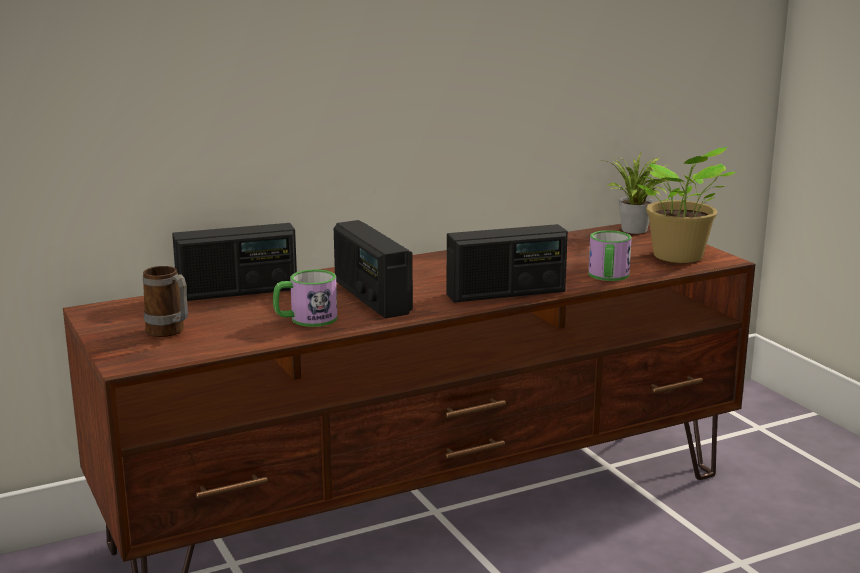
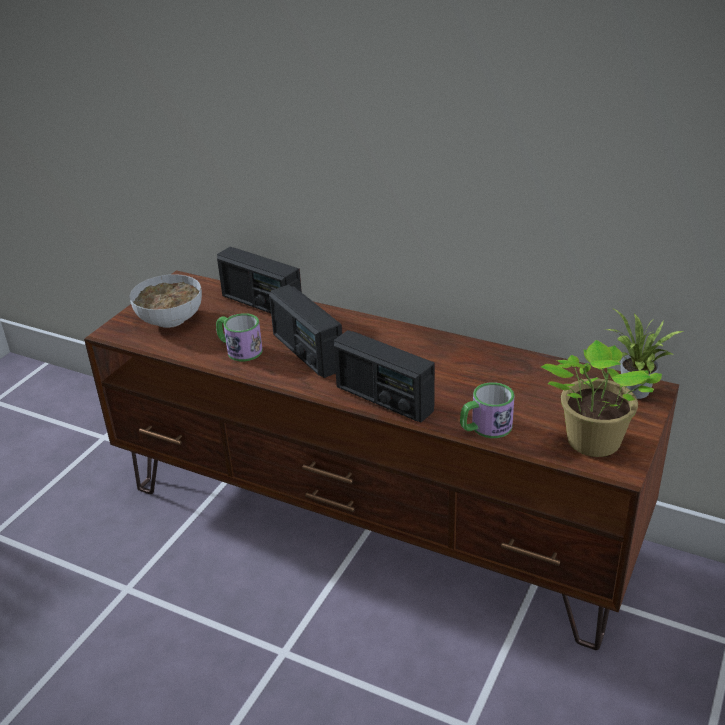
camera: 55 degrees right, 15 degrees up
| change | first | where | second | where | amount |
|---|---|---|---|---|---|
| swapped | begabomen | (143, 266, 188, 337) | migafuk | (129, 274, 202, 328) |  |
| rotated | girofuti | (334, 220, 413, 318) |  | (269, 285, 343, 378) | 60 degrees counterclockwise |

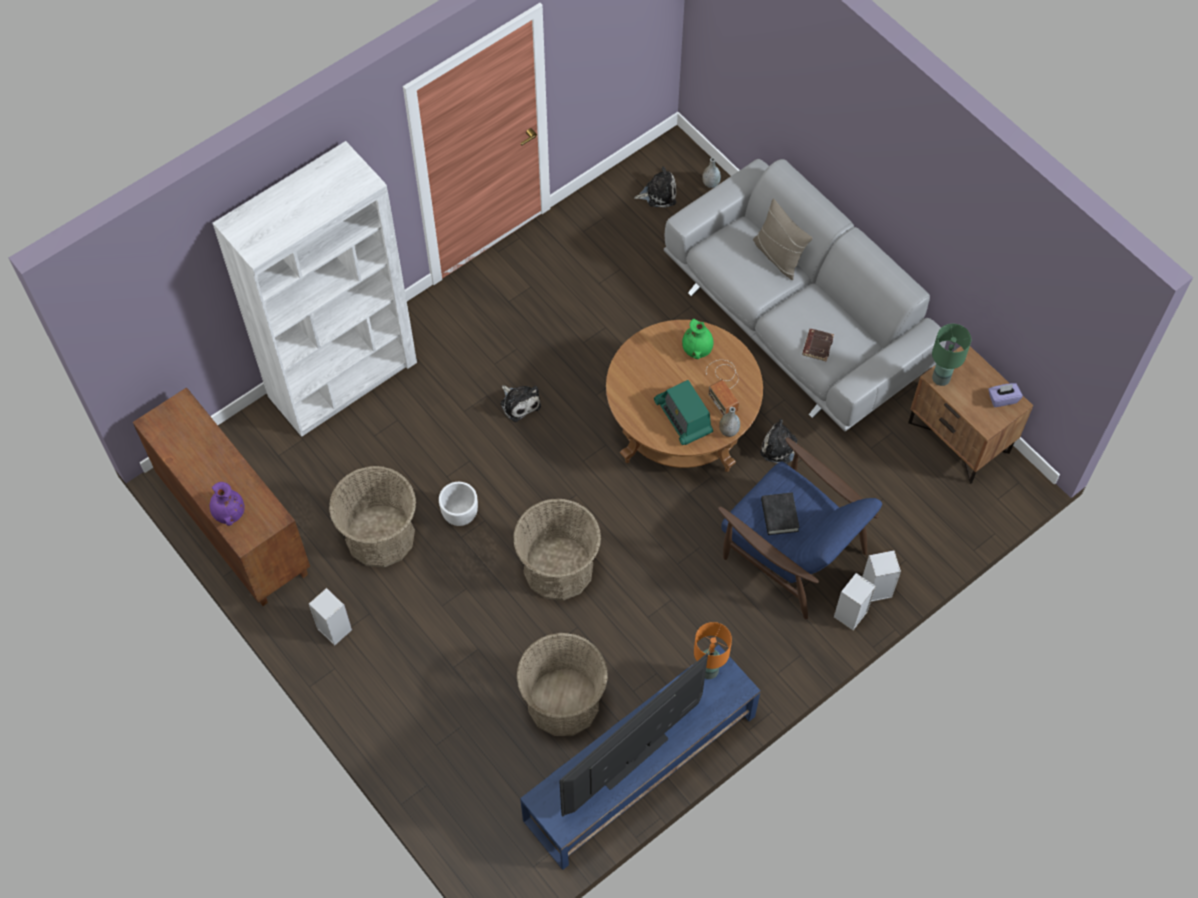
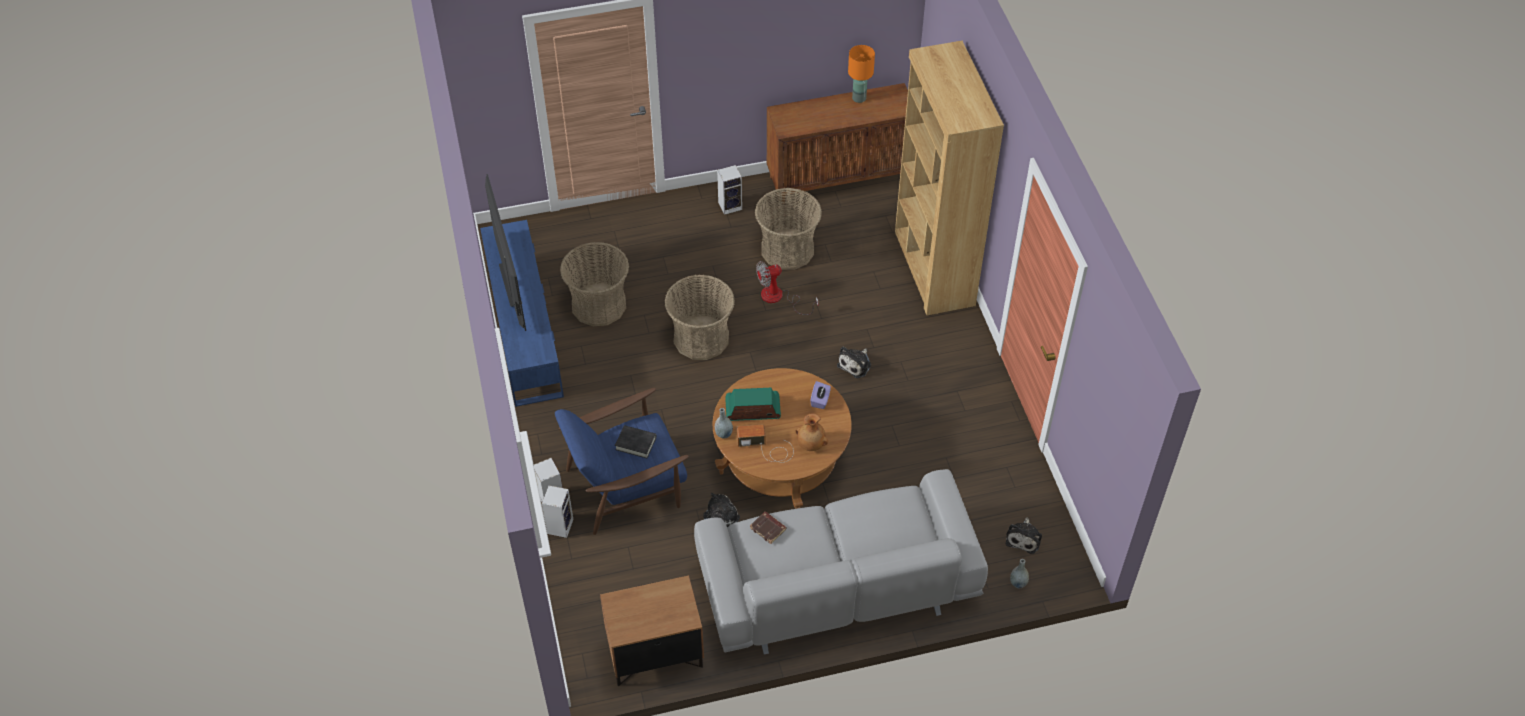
camera: 115 degrees right, 10 degrees down
| change | first | where | second | where | amount |
|---|---|---|---|---|---|
| gone | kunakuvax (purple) | (210, 482, 245, 526) |  |  |  |
| repainted | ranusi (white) | (213, 141, 417, 437) | ranusi (brown) | (895, 41, 1004, 315) |  |
| swapped | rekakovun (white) | (439, 482, 478, 526) | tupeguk | (756, 261, 819, 315) |  |
| rotated | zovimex | (500, 385, 541, 422) |  | (837, 347, 871, 378) | 45 degrees counterclockwise |
| repainted | kunakuvax (green) | (682, 318, 713, 359) | kunakuvax (brown) | (795, 413, 828, 451) |  |
| shifted | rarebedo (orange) | (694, 622, 732, 679) |  | (848, 45, 875, 103) |  |
| gone | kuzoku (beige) | (753, 198, 813, 280) |  |  |  |
| gone | rarebedo (green) | (932, 324, 971, 386) |  |  |  |
| shifted | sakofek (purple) | (988, 383, 1023, 407) |  | (810, 381, 831, 409) |  |

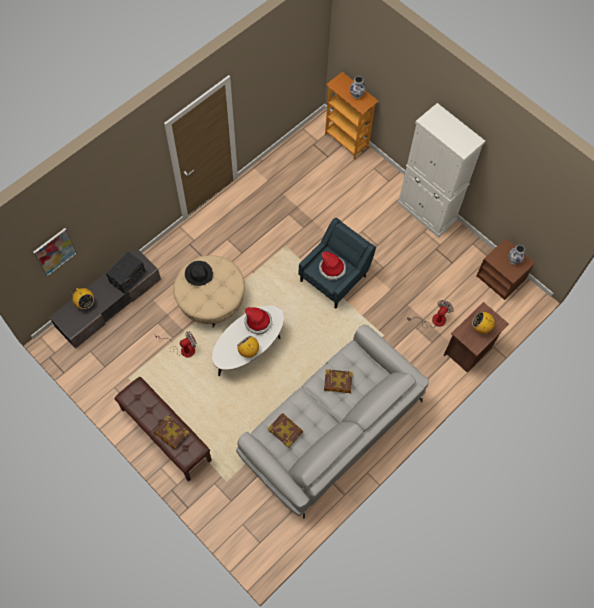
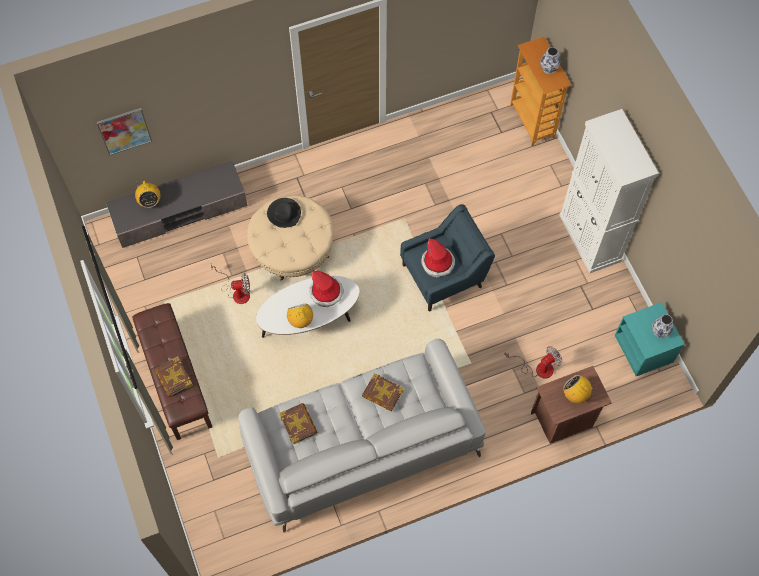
camera: 25 degrees right, 0 degrees up
| change | first | where | second | where | amount |
|---|---|---|---|---|---|
| gone | girofuti | (106, 251, 146, 294) |  |  |  |
| repainted | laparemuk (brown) | (476, 238, 535, 300) | laparemuk (turquoise) | (615, 302, 685, 376) |  |

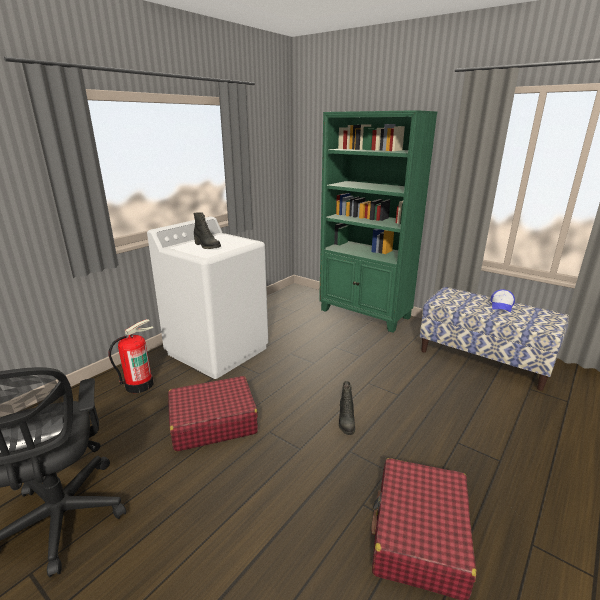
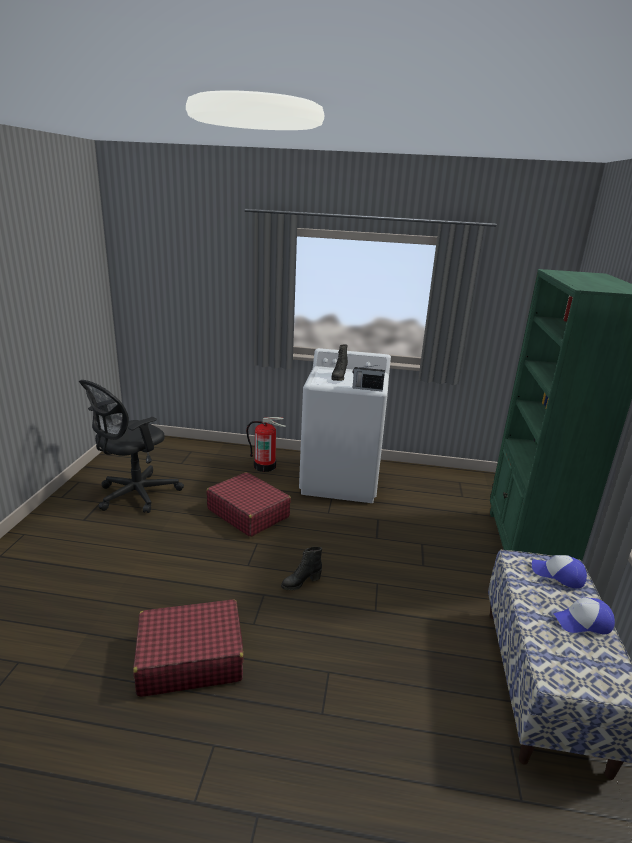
camera: 60 degrees right, 0 degrees up
| change | first | where | second | where | amount |
|---|---|---|---|---|---|
| new |  |  | girofuti | (353, 365, 385, 391) |  |
| new |  |  | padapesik | (532, 555, 587, 588) |  |

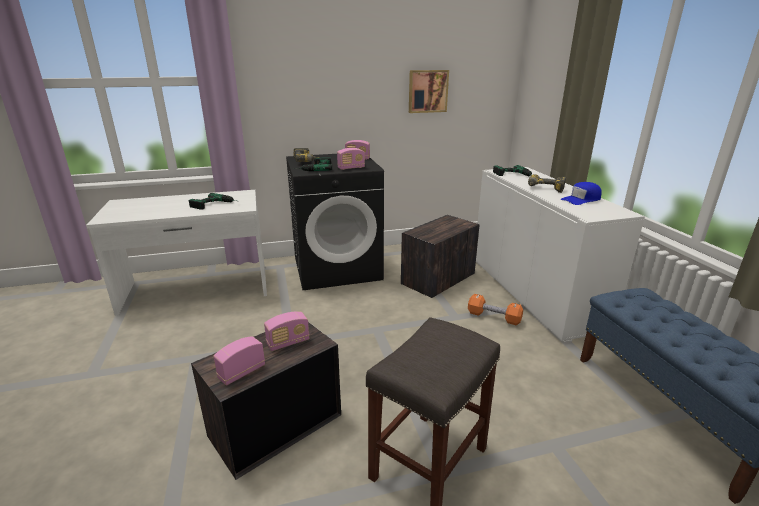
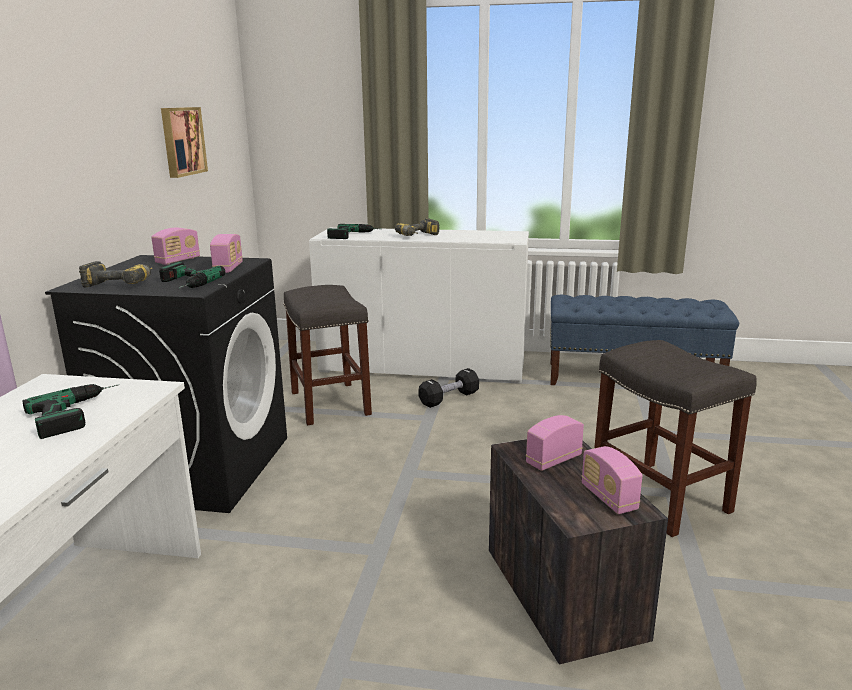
camera: 65 degrees left, 5 degrees down
| change | first | where | second | where | amount |
|---|---|---|---|---|---|
| rotated | girofuti | (264, 311, 309, 351) |  | (526, 415, 584, 471) | 120 degrees counterclockwise |
| swapped | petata | (401, 215, 480, 298) | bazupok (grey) | (283, 285, 372, 425) |  |
| repainted | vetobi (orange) | (468, 294, 523, 325) | vetobi (black) | (419, 368, 479, 408) |  |
| gone | padapesik (blue) | (561, 182, 602, 205) |  |  |  |

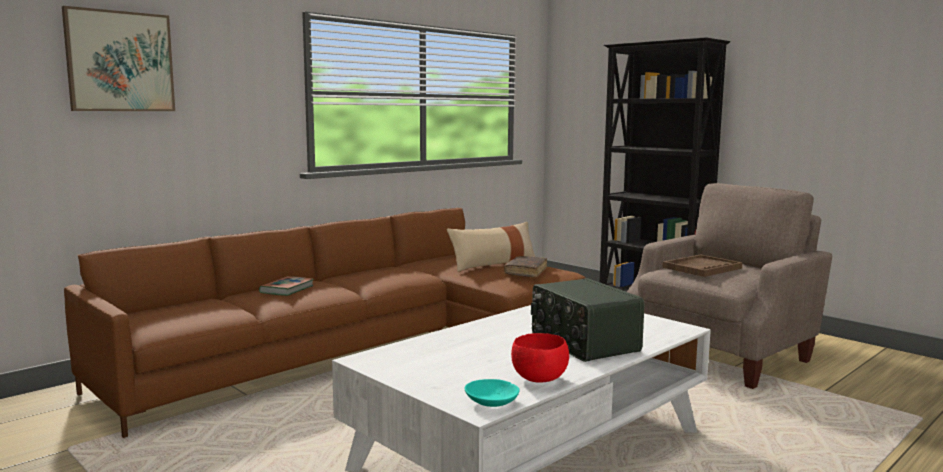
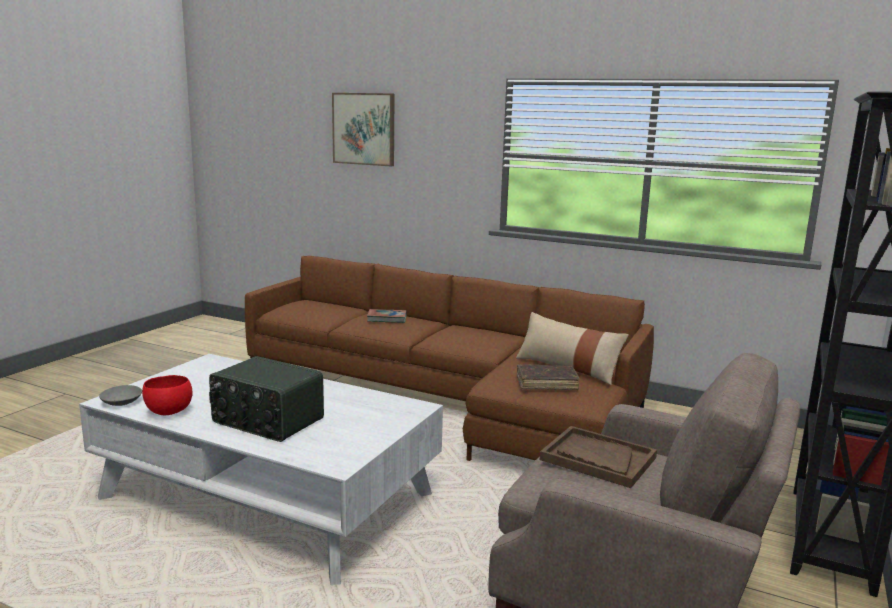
camera: 70 degrees right, 5 degrees up
| change | first | where | second | where | amount |
|---|---|---|---|---|---|
| repainted | migafuk (turquoise) | (465, 379, 519, 407) | migafuk (grey) | (99, 385, 142, 406) |  |
| rotated | girofuti | (531, 278, 645, 362) |  | (209, 356, 324, 442) | 105 degrees counterclockwise |

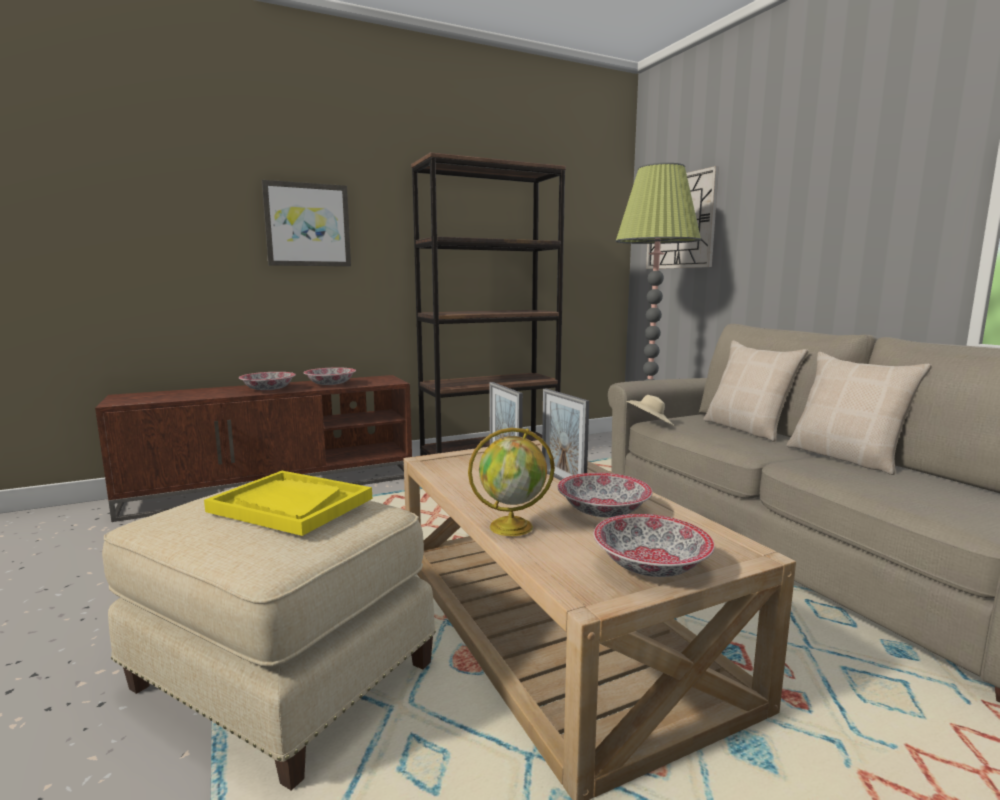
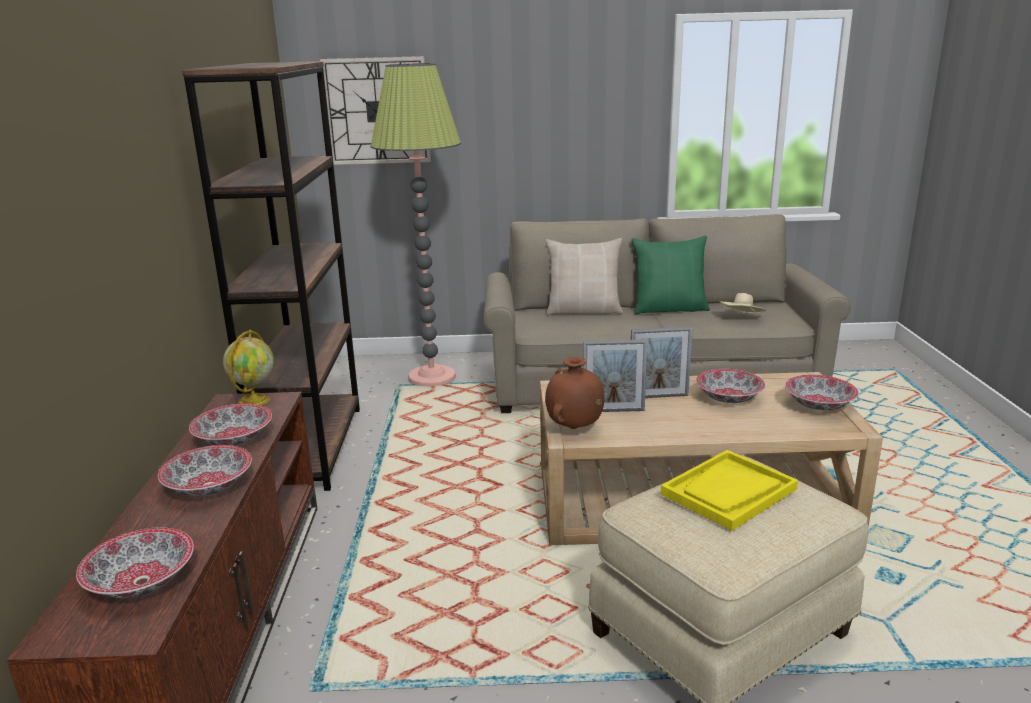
camera: 65 degrees left, 10 degrees up
| change | first | where | second | where | amount |
|---|---|---|---|---|---|
| gone | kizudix | (262, 180, 351, 266) |  |  |  |
| shifted | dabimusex | (468, 428, 555, 536) |  | (223, 330, 274, 405) |  |
| shifted | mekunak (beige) | (626, 395, 675, 426) |  | (719, 293, 766, 313) |  |
| repainted | kuzoku (beige) | (786, 352, 932, 475) | kuzoku (green) | (631, 236, 710, 314) |  |
| new |  |  | migafuk | (76, 527, 194, 599) |  |
| new |  |  | kunakuvax (brown) | (545, 357, 605, 429) |  |

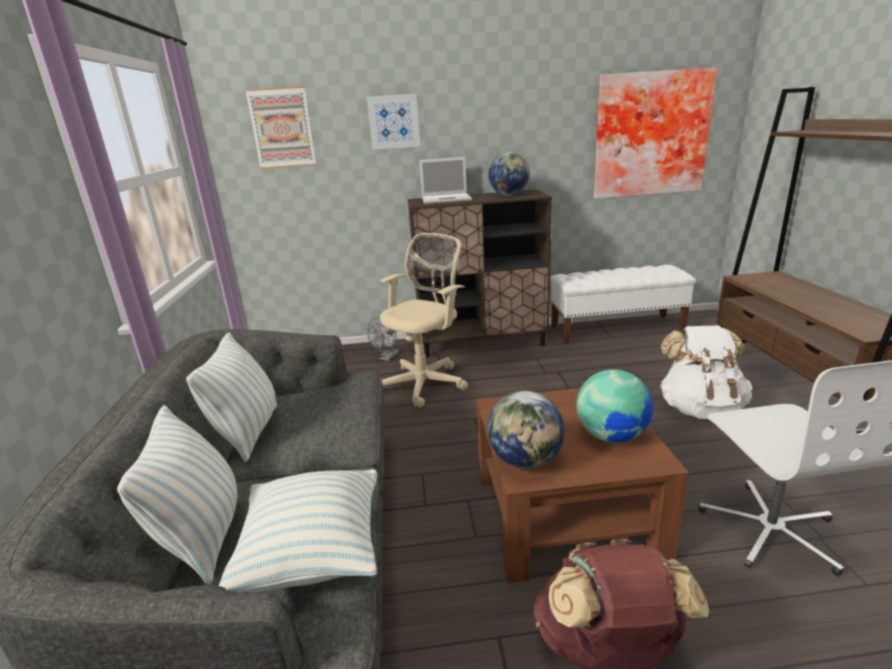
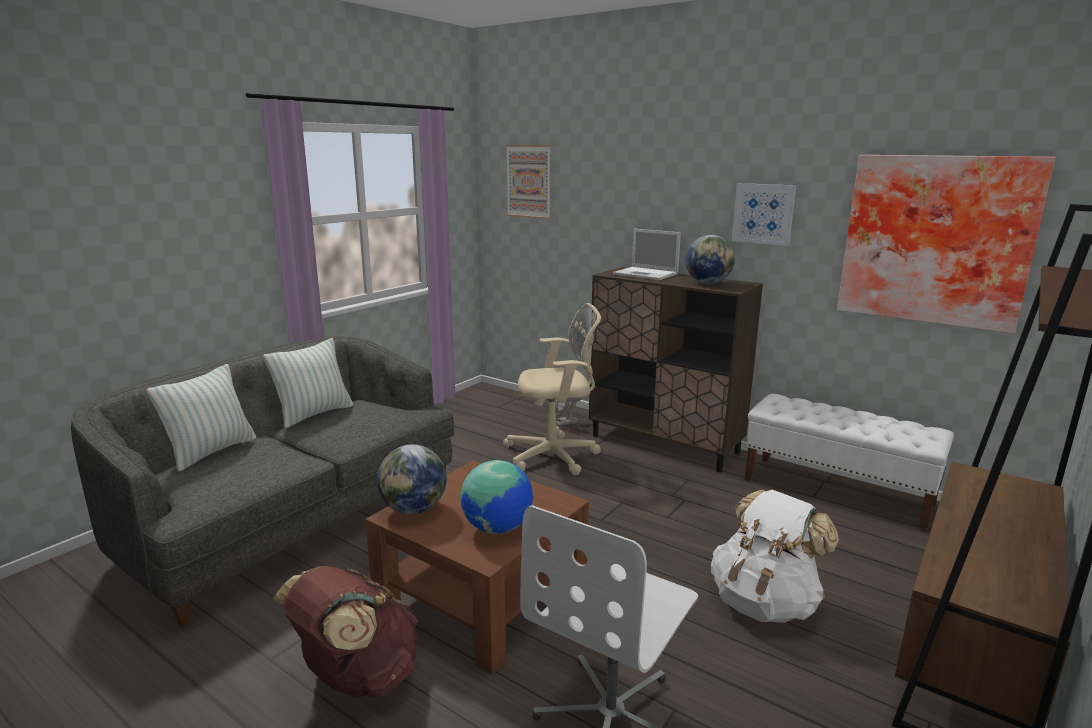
camera: 40 degrees right, 5 degrees down
| change | first | where | second | where | amount |
|---|---|---|---|---|---|
| gone | kuzoku | (218, 469, 377, 592) |  |  |  |
| shifted | kizudix | (367, 94, 420, 150) |  | (732, 183, 796, 246) |  |

